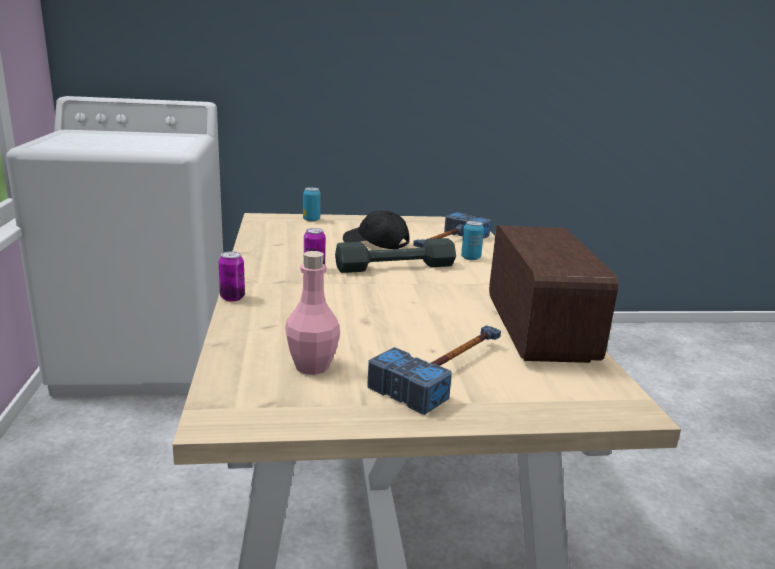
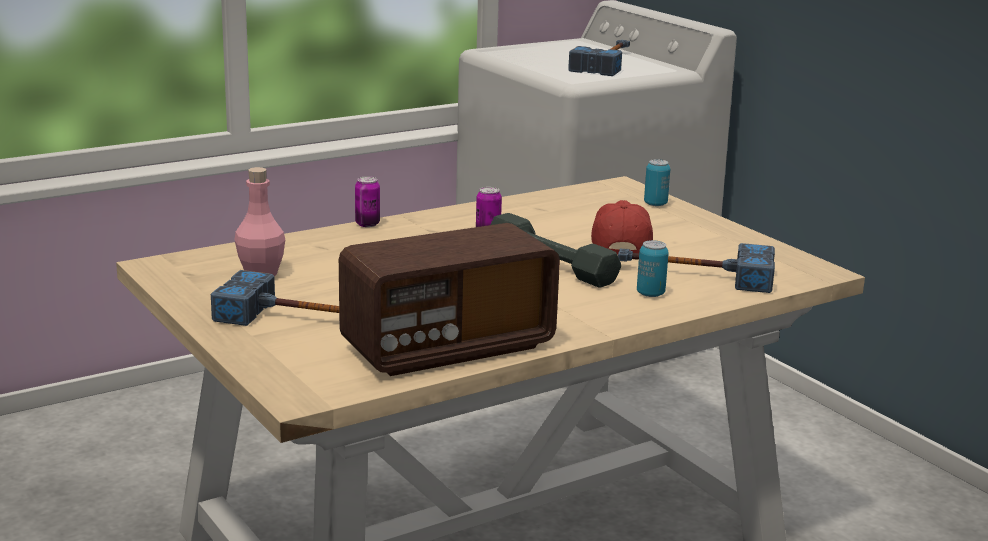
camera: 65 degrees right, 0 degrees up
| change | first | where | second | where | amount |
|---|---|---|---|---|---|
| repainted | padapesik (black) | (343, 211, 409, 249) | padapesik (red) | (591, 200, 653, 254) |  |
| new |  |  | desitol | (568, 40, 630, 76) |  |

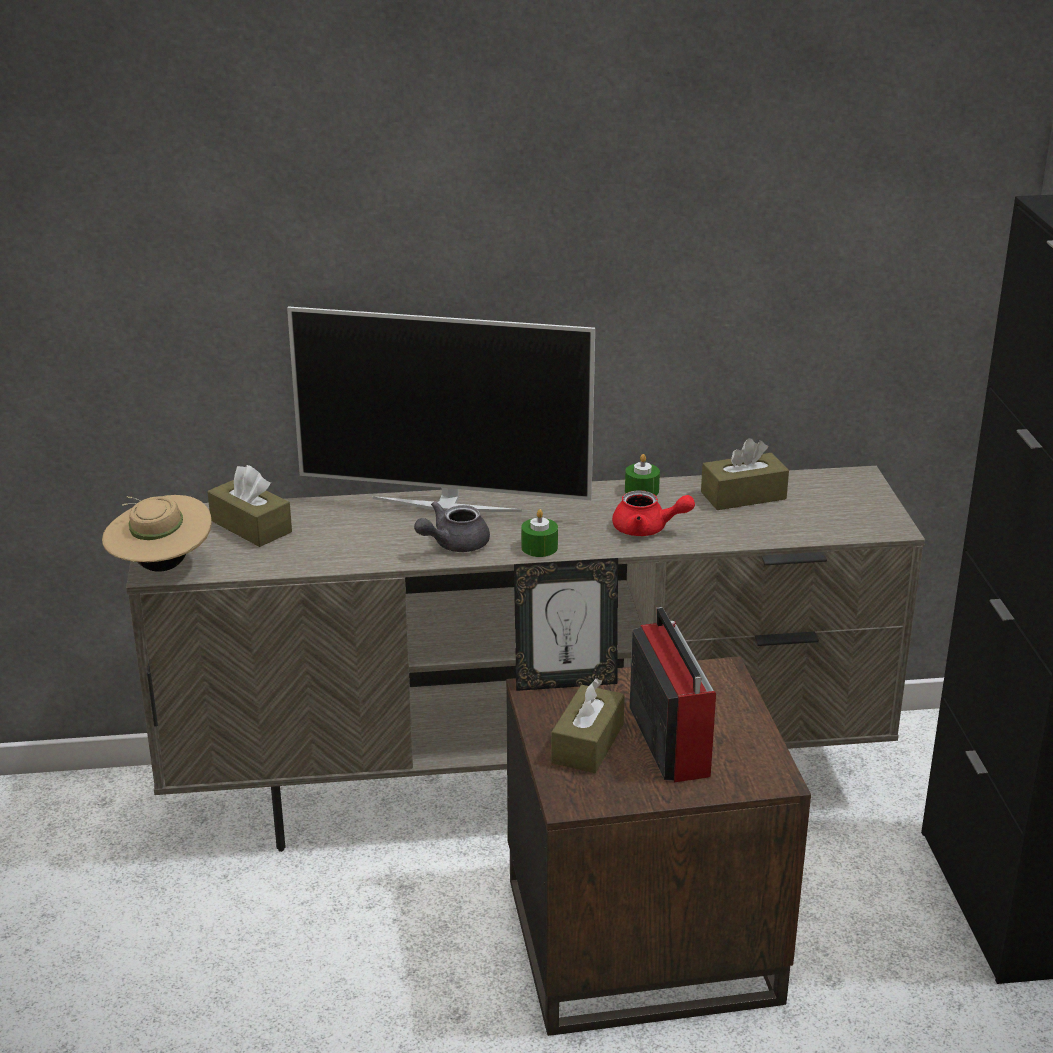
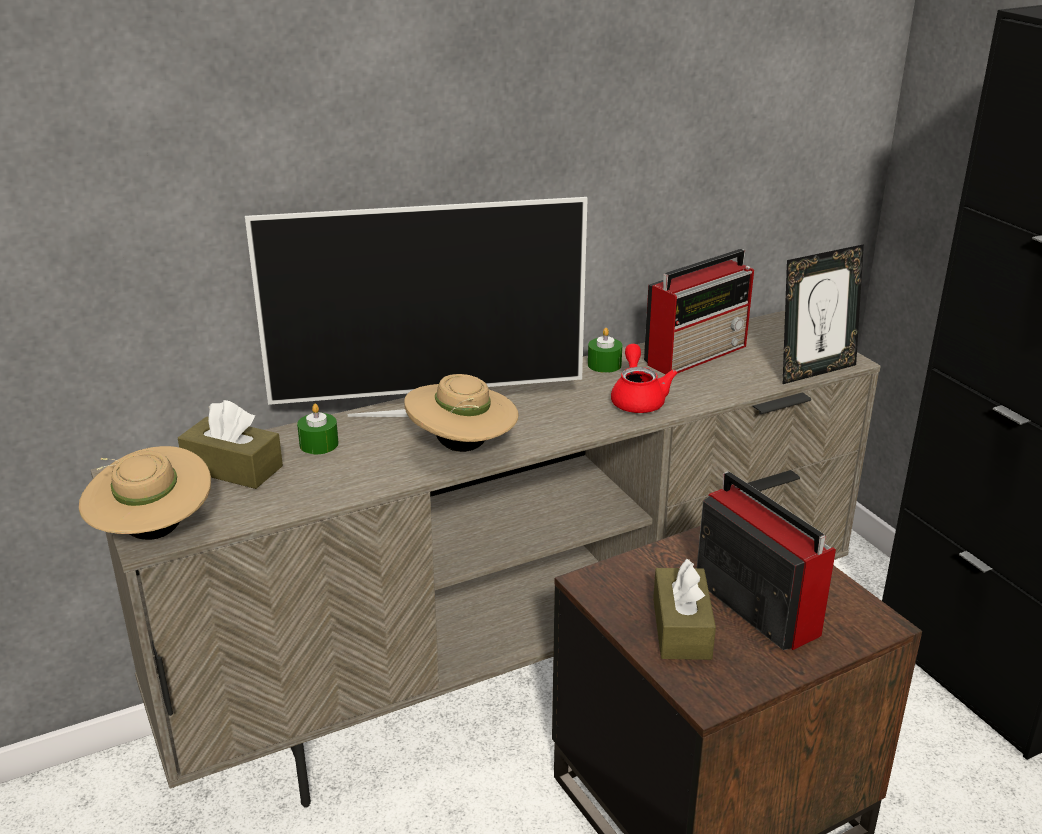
camera: 20 degrees left, 0 degrees up
| change | first | where | second | where | amount |
|---|---|---|---|---|---|
| swapped | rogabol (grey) | (414, 501, 490, 552) | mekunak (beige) | (404, 374, 518, 452) |  |
| shifted | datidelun | (514, 558, 618, 691) |  | (783, 244, 864, 384) |  |
| shifted | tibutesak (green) | (521, 509, 558, 557) |  | (297, 404, 339, 454) |  |
| rotated | rogabol (red) | (612, 490, 695, 536) |  | (611, 344, 677, 413) | 90 degrees counterclockwise |
| swapped | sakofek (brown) | (701, 438, 789, 510) | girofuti | (644, 249, 754, 375) |  |

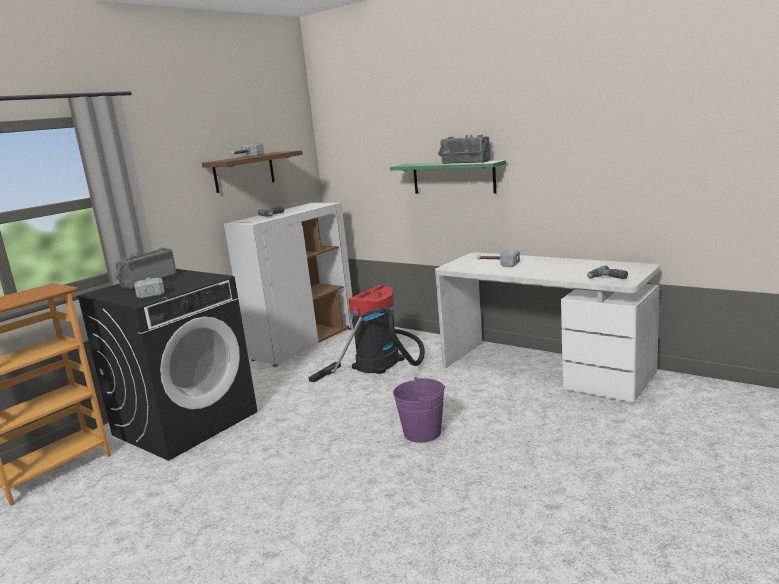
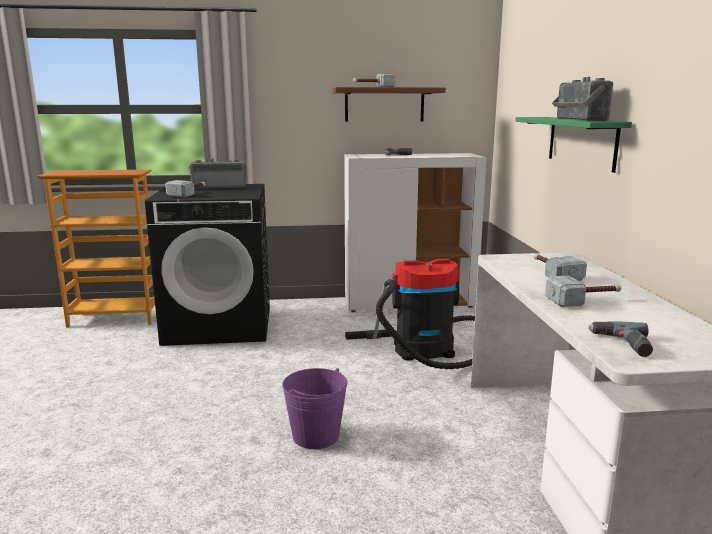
camera: 45 degrees right, 0 degrees up
| change | first | where | second | where | amount |
|---|---|---|---|---|---|
| new |  |  | desitol | (545, 276, 622, 307) |  |

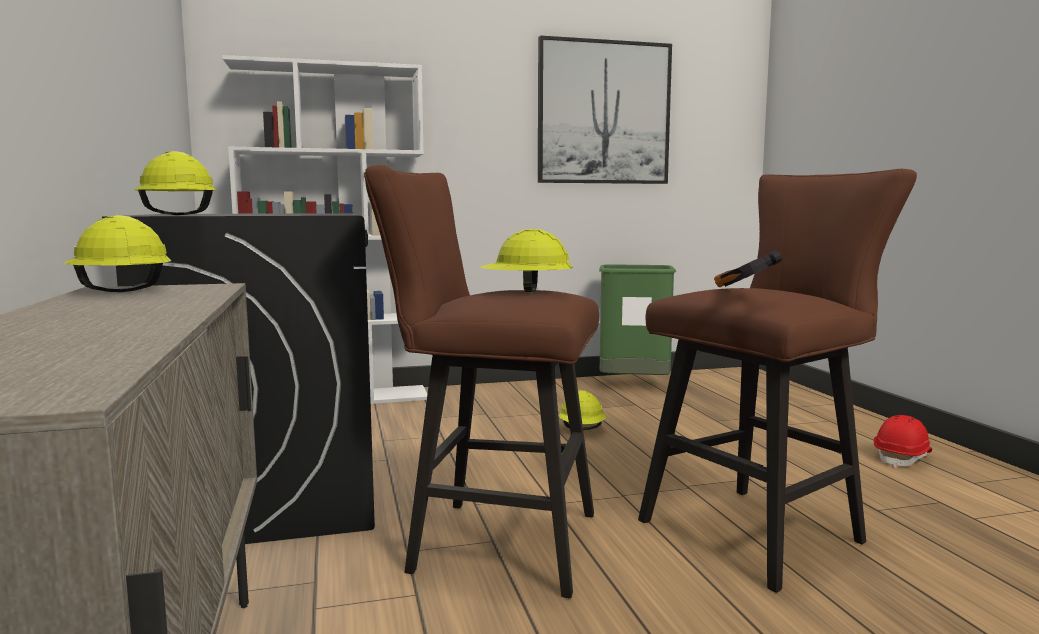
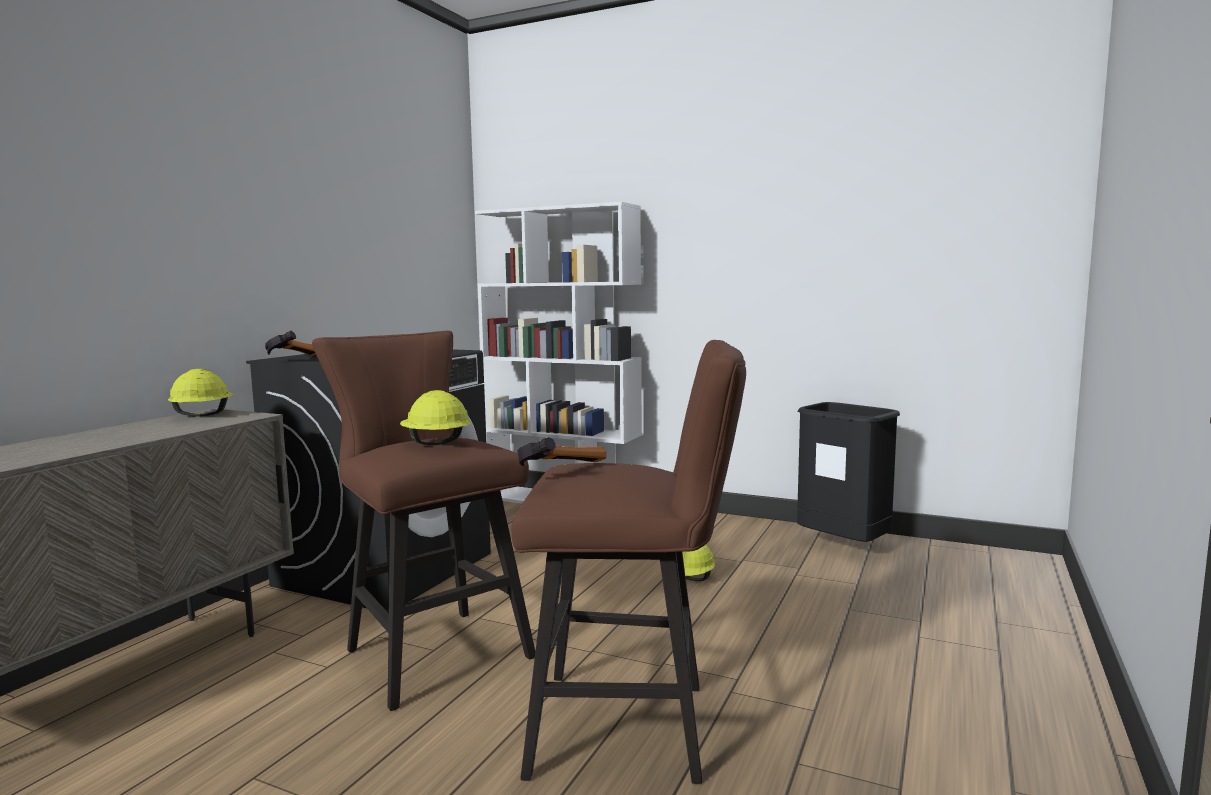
camera: 40 degrees right, 0 degrees up
| change | first | where | second | where | amount |
|---|---|---|---|---|---|
| swapped | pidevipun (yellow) | (134, 151, 217, 215) | desitol | (265, 331, 316, 356) |  |
| gone | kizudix | (538, 36, 672, 184) |  |  |  |
| repainted | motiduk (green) | (599, 265, 676, 375) | motiduk (black) | (797, 402, 900, 542) |  |
| gone | pidevipun (red) | (874, 415, 932, 468) |  |  |  |

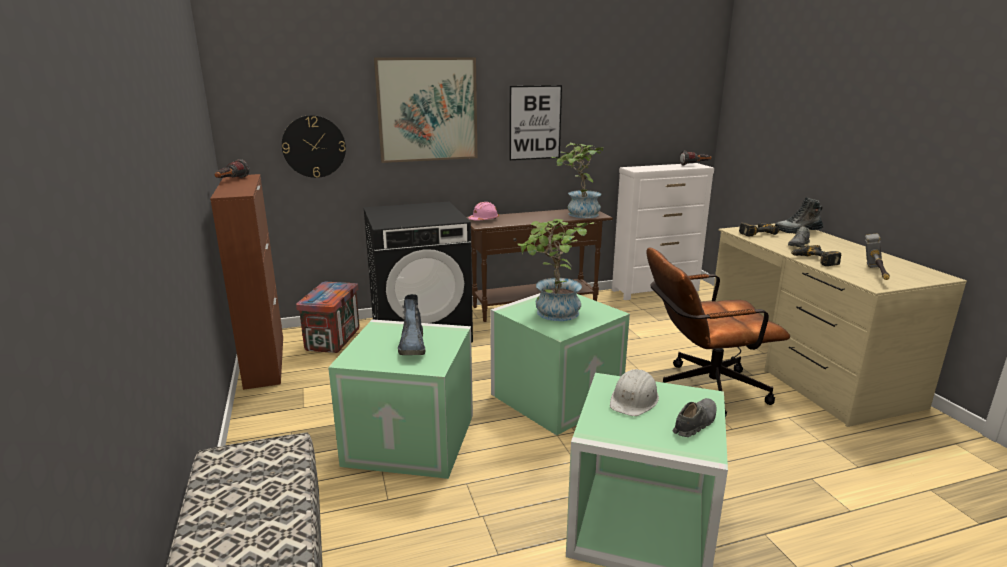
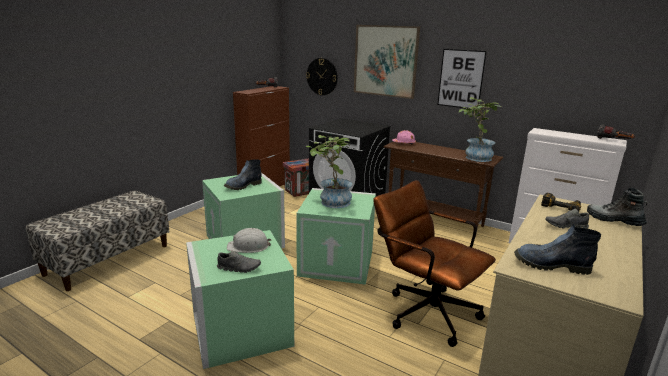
camera: 50 degrees right, 0 degrees up
| change | first | where | second | where | amount |
|---|---|---|---|---|---|
| gone | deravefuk | (791, 245, 842, 266) |  |  |  |
| swapped | desitol | (865, 233, 890, 280) | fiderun | (514, 225, 601, 275) |  |

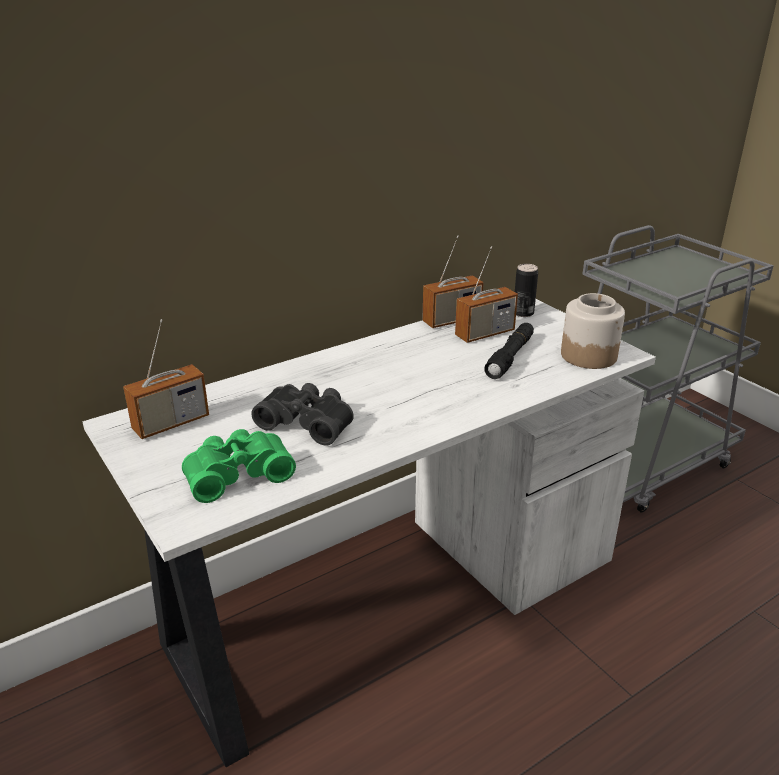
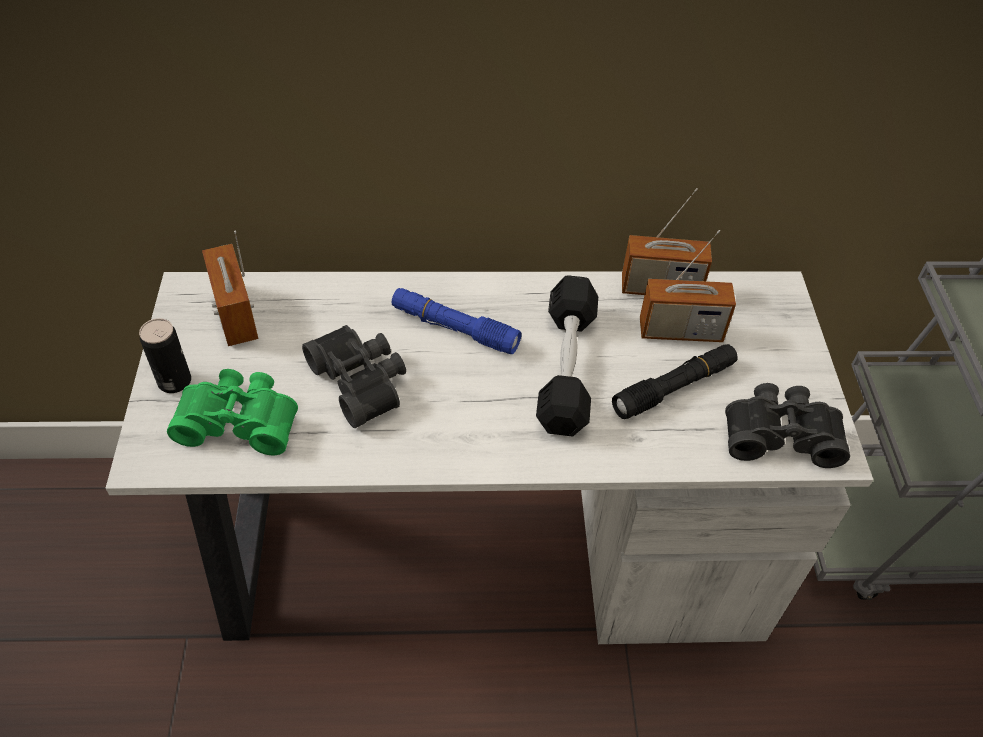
camera: 30 degrees right, 20 degrees up
| change | first | where | second | where | amount |
|---|---|---|---|---|---|
| rotated | girofuti | (123, 319, 209, 439) |  | (202, 231, 258, 346) | 75 degrees clockwise |
| shifted | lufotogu | (515, 264, 538, 317) |  | (139, 318, 191, 393) |  |
| swapped | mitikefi | (561, 293, 625, 369) | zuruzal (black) | (725, 383, 850, 468) |  |
| new |  |  | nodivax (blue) | (392, 288, 522, 354) |  |
| new |  |  | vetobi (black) | (536, 275, 598, 437) |  |

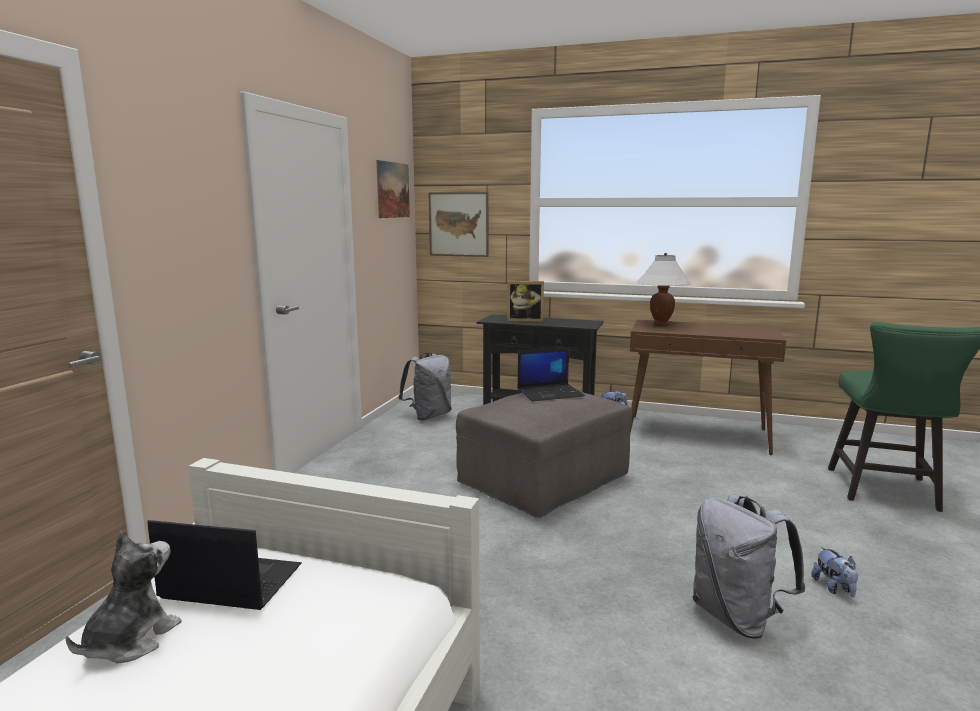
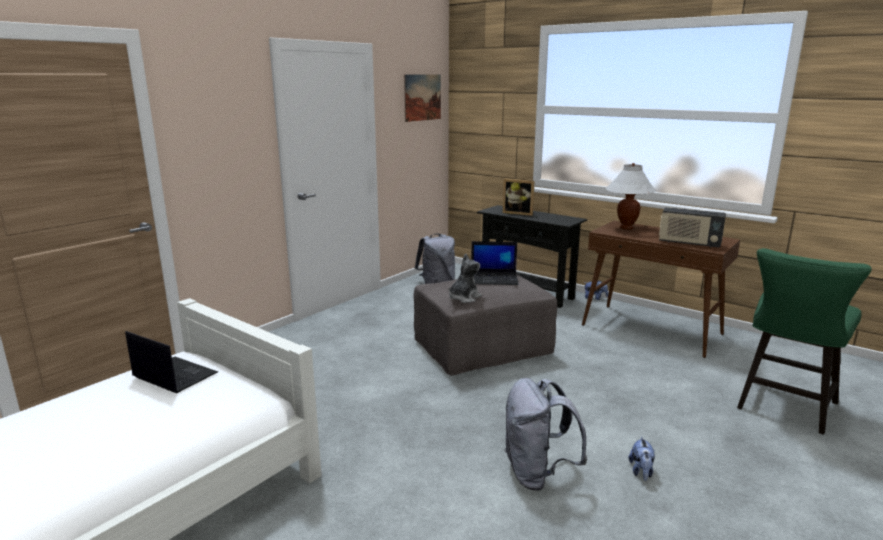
camera: 20 degrees right, 5 degrees up
| change | first | where | second | where | amount |
|---|---|---|---|---|---|
| shifted | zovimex | (66, 530, 182, 664) |  | (449, 253, 482, 303) |  |
| gone | kizudix | (428, 192, 489, 257) |  |  |  |
| new |  |  | girofuti | (659, 207, 726, 248) |  |

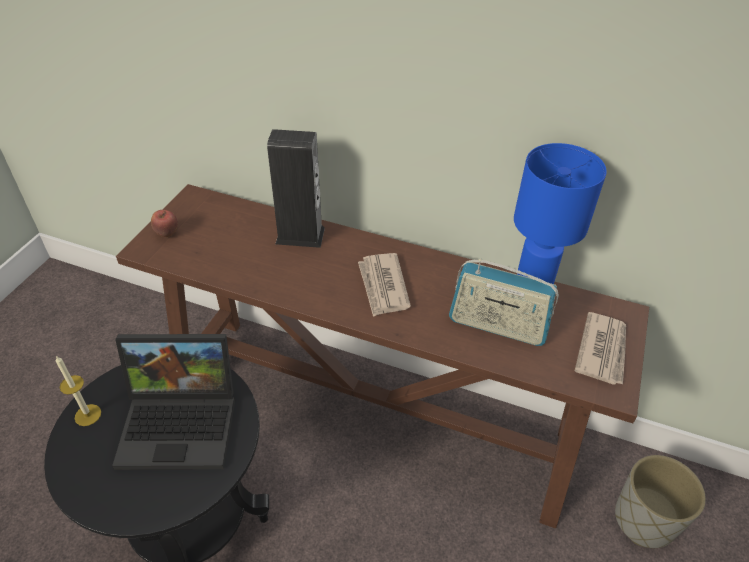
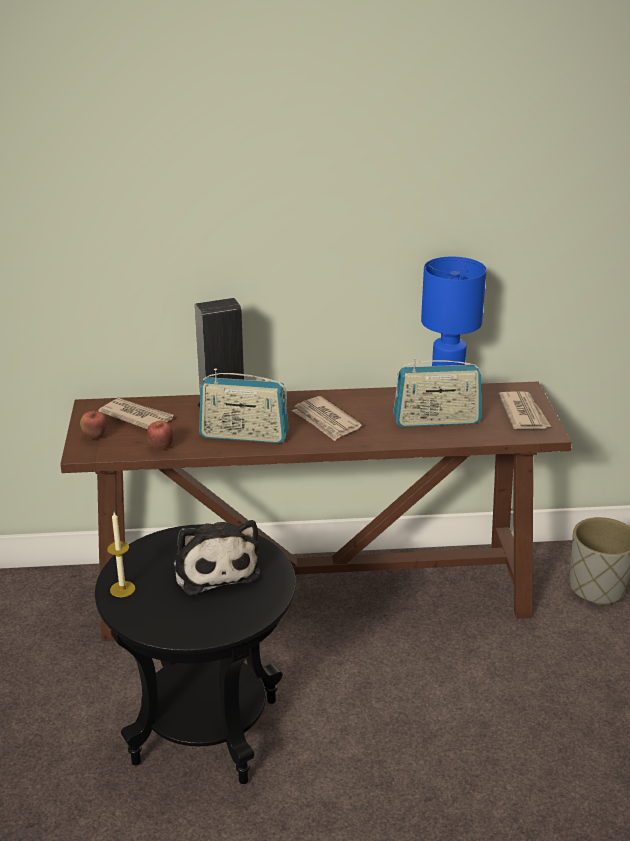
camera: 25 degrees left, 15 degrees down
| change | first | where | second | where | amount |
|---|---|---|---|---|---|
| swapped | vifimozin | (112, 334, 235, 470) | zovimex | (173, 520, 260, 595) |  |
| new |  |  | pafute | (99, 398, 173, 429) |  |
| new |  |  | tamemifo | (147, 420, 174, 450) |  |
| new |  |  | girofuti | (199, 368, 289, 443) |  |

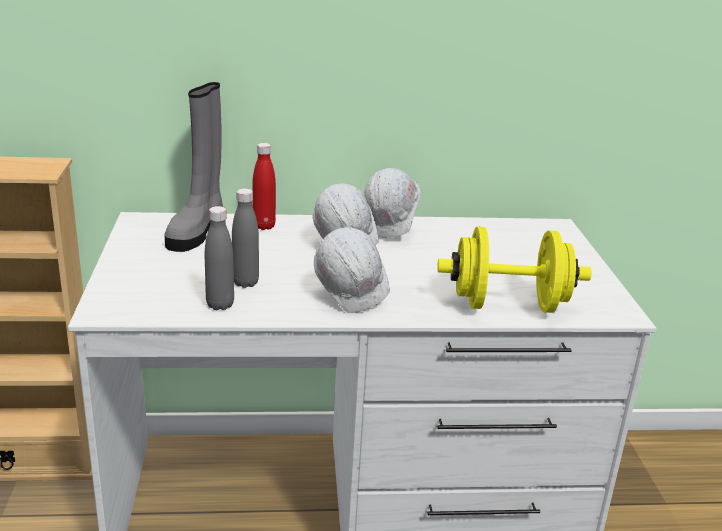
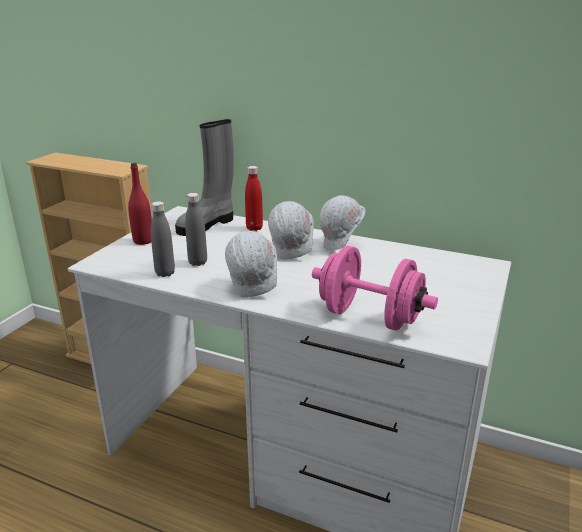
camera: 30 degrees right, 0 degrees up
| change | first | where | second | where | amount |
|---|---|---|---|---|---|
| repainted | vetobi (yellow) | (437, 226, 592, 313) | vetobi (pink) | (312, 246, 438, 331) |  |
| new |  |  | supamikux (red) | (128, 163, 152, 245) |  |

